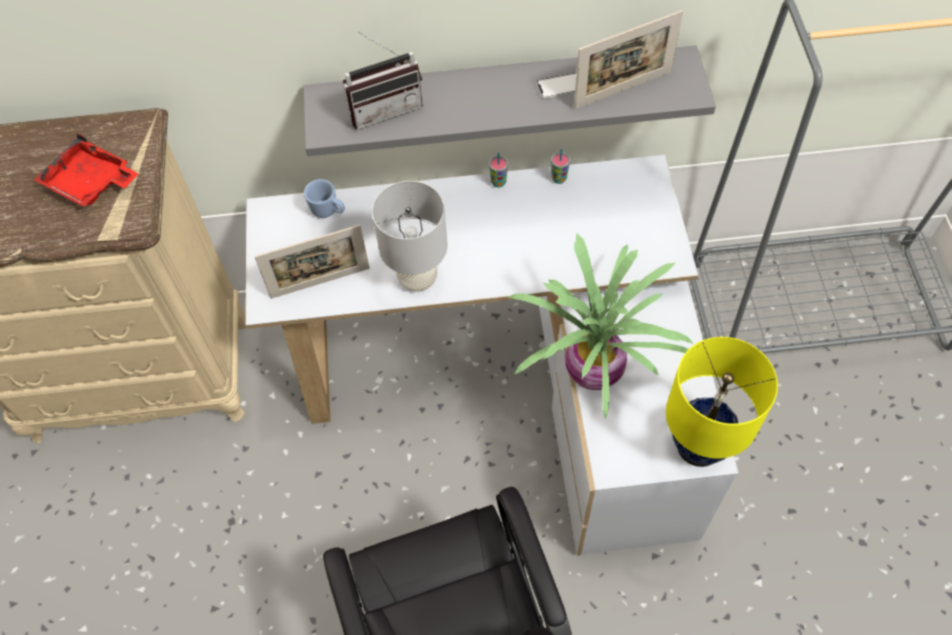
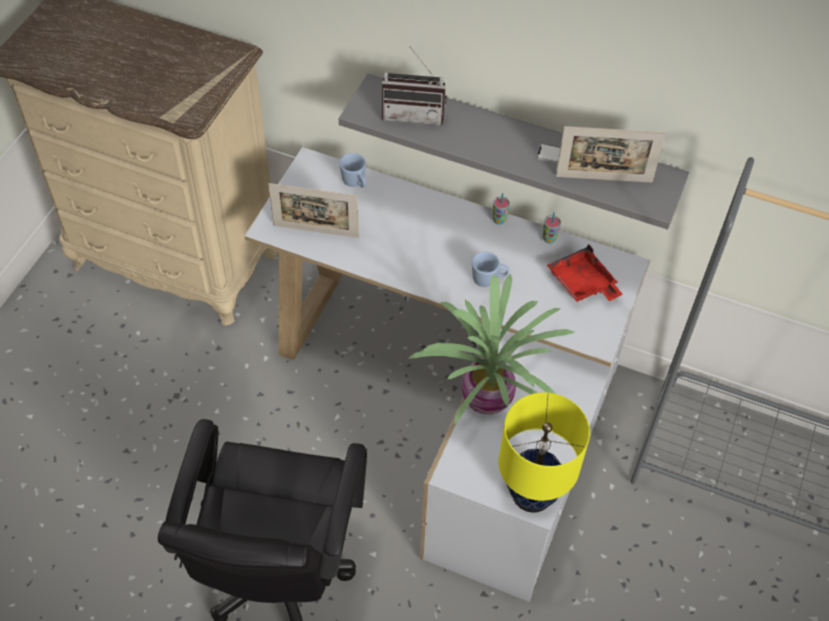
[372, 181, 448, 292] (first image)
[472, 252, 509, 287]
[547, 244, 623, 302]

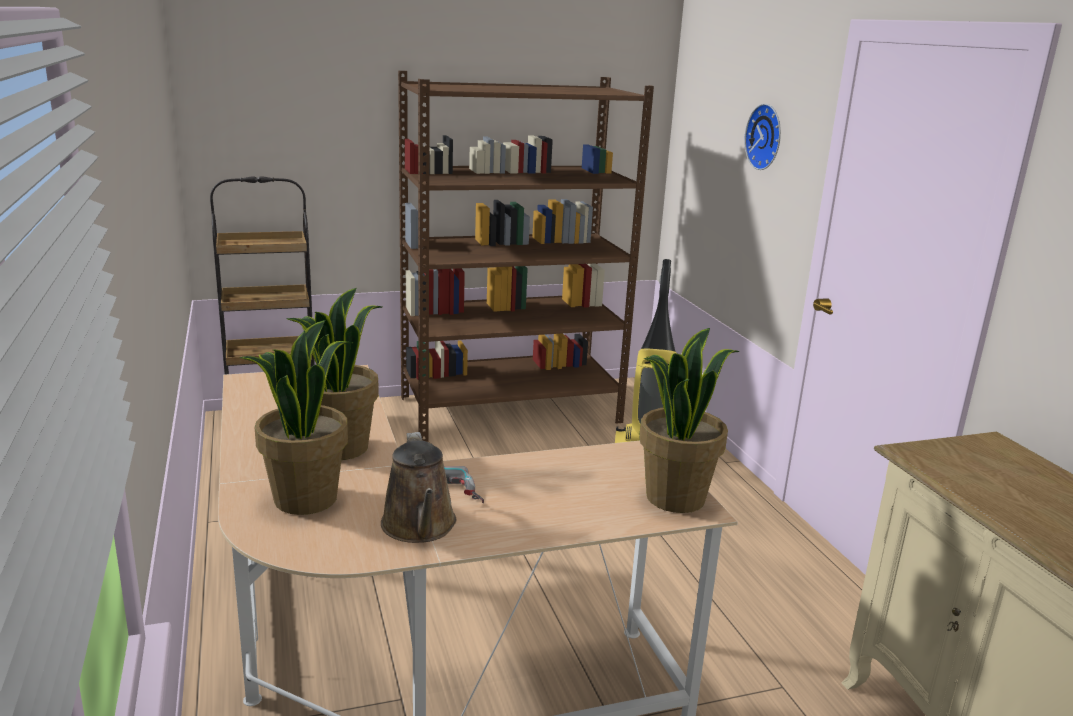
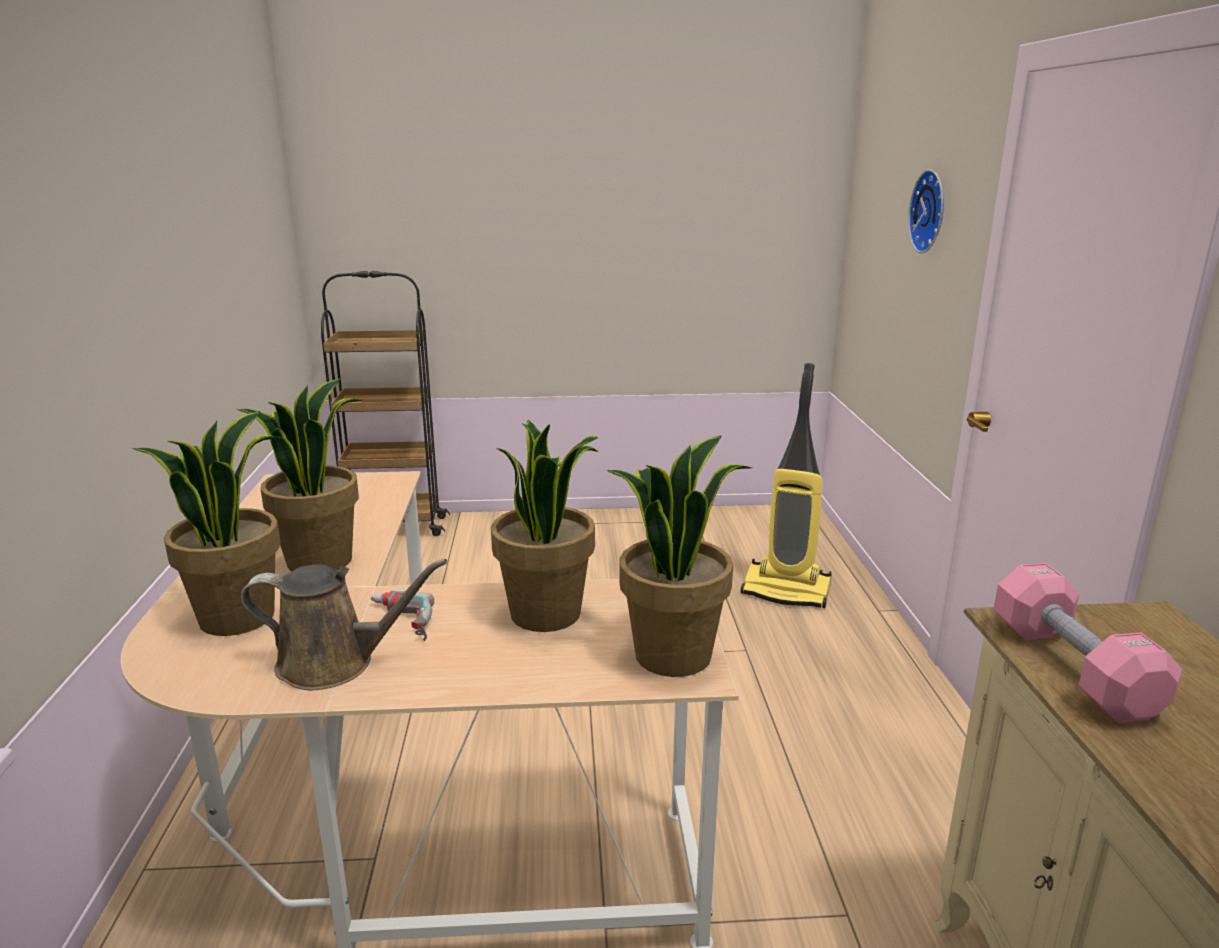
[398, 71, 654, 442] (first image)
[491, 420, 598, 632]
[994, 563, 1182, 723]
[240, 559, 447, 690]

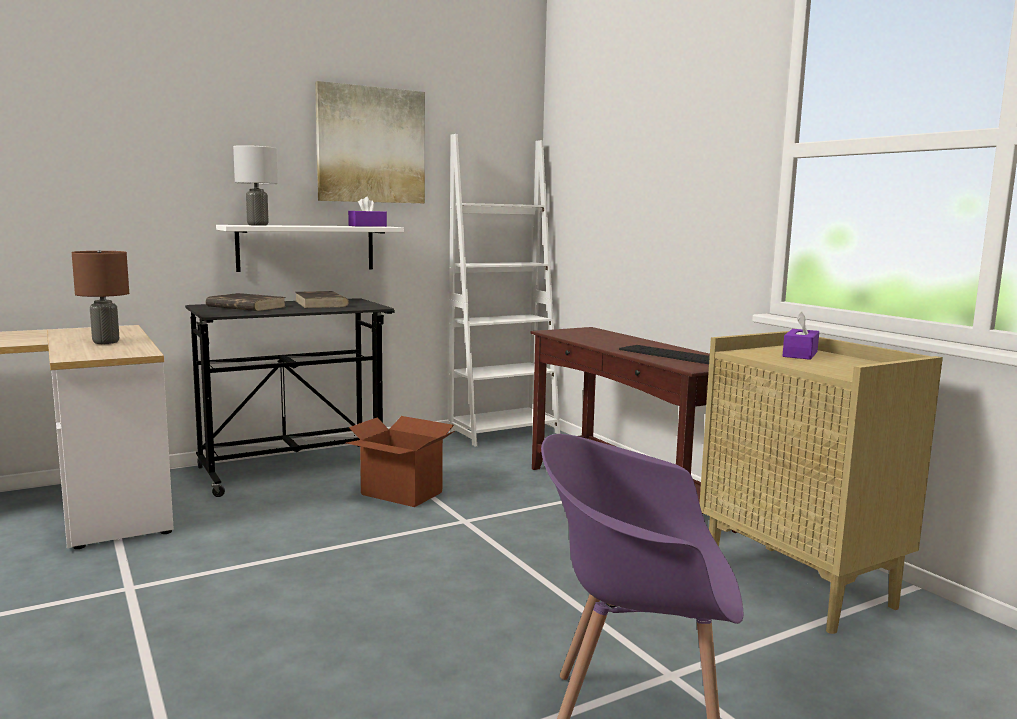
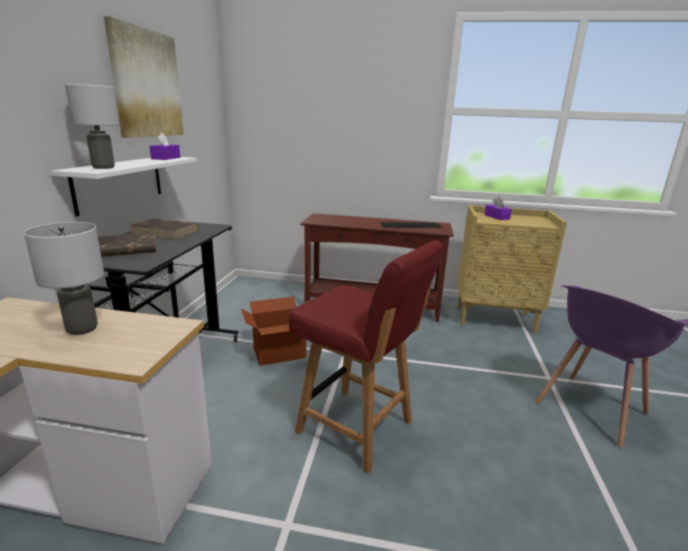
[449, 134, 560, 447] (first image)
[289, 240, 444, 473]
[24, 222, 104, 335]

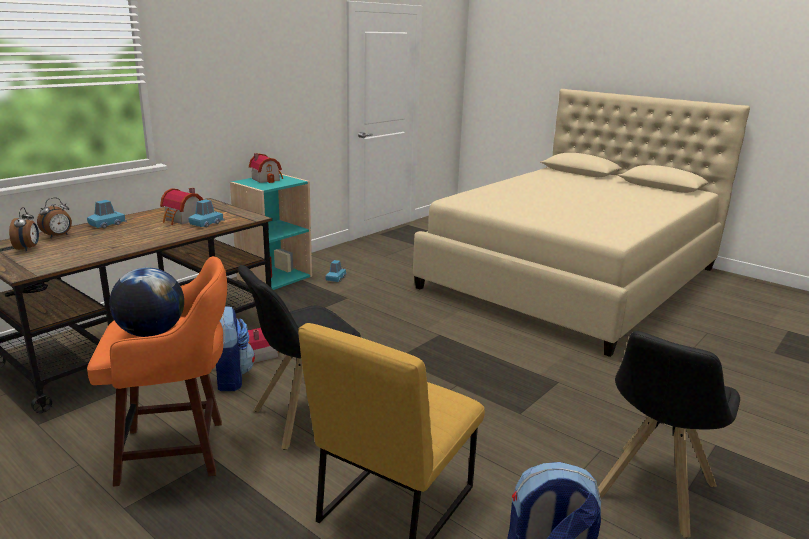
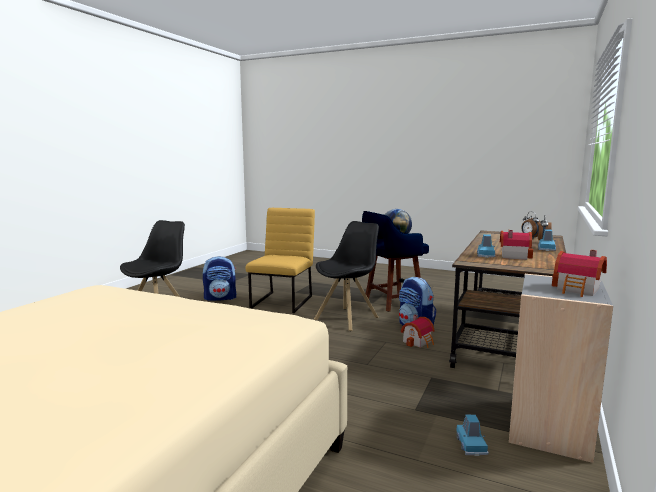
[362, 211, 429, 312]
[509, 274, 613, 463]

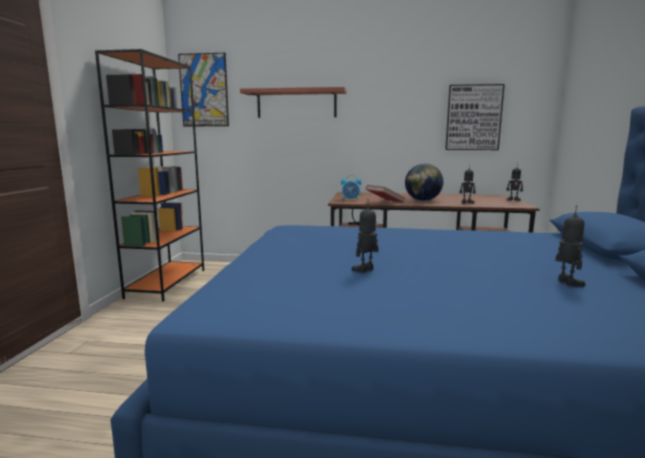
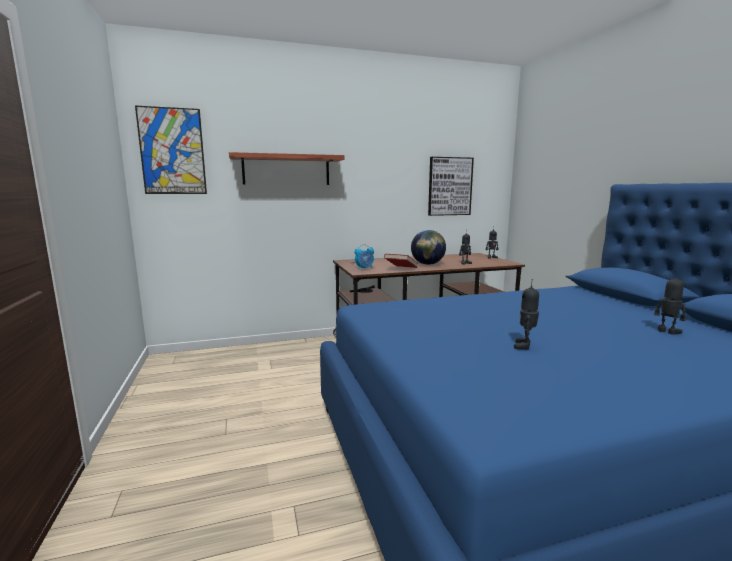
[95, 49, 204, 302] (first image)

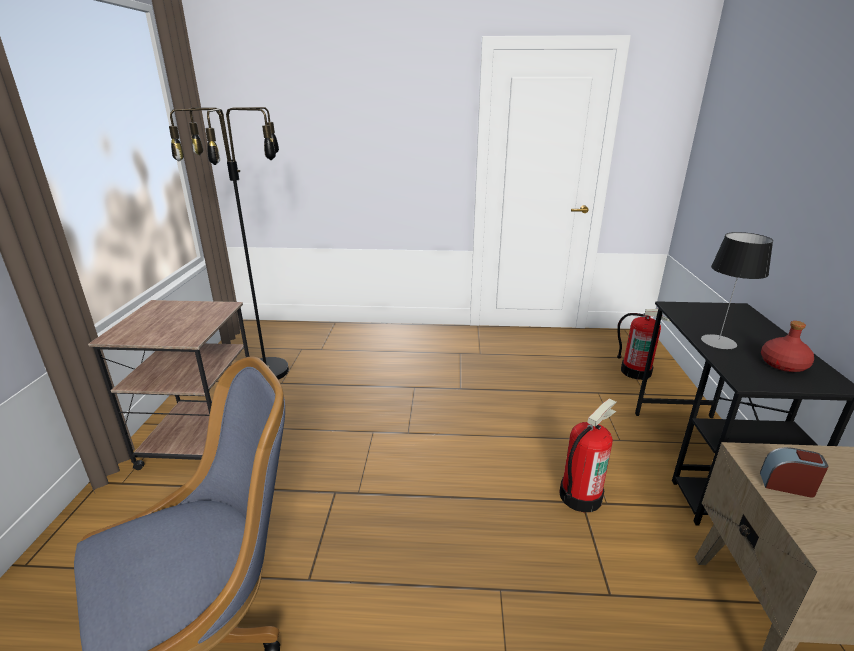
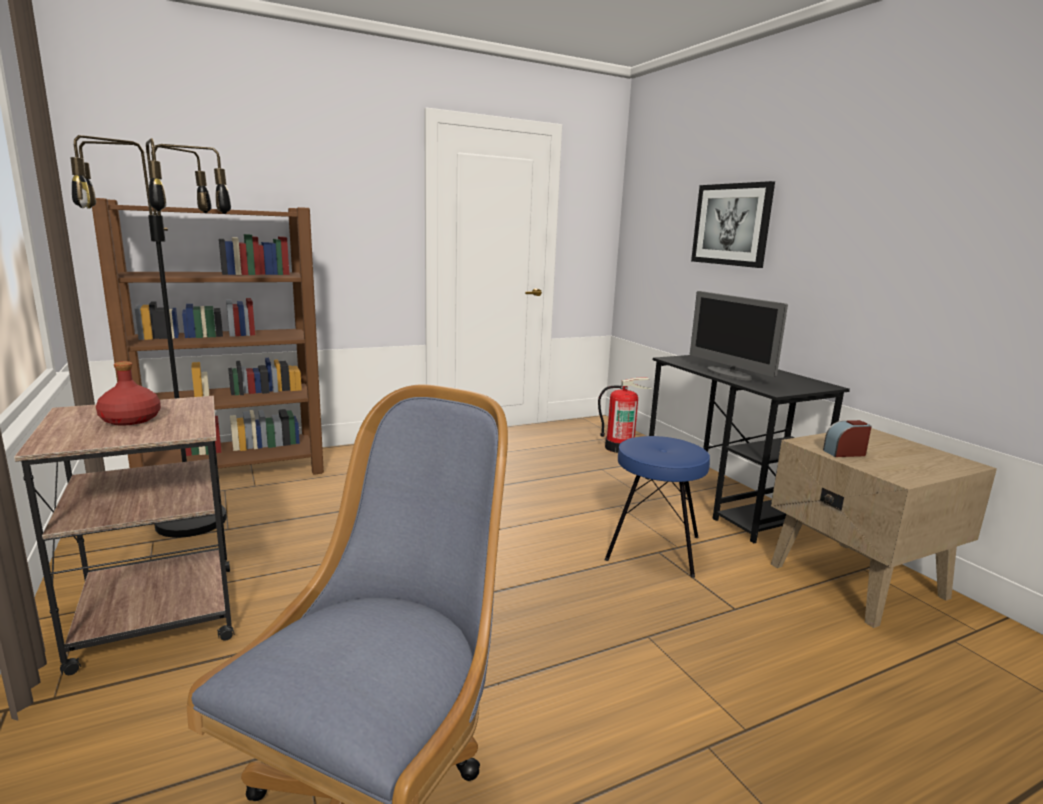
[92, 198, 324, 475]
[691, 181, 775, 268]
[96, 361, 161, 425]
[605, 436, 710, 578]
[690, 291, 788, 381]

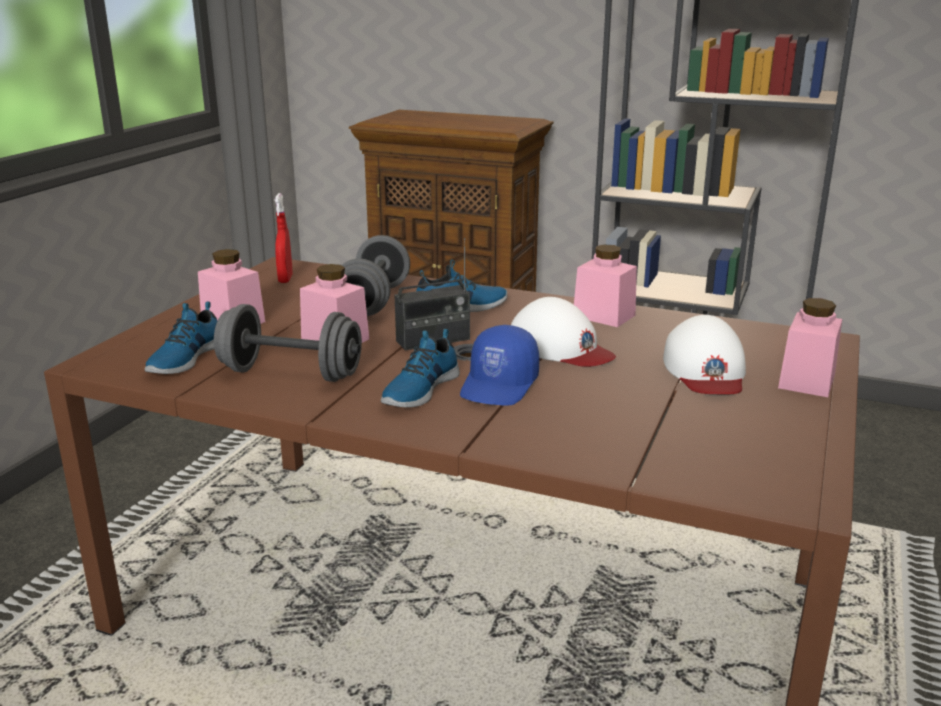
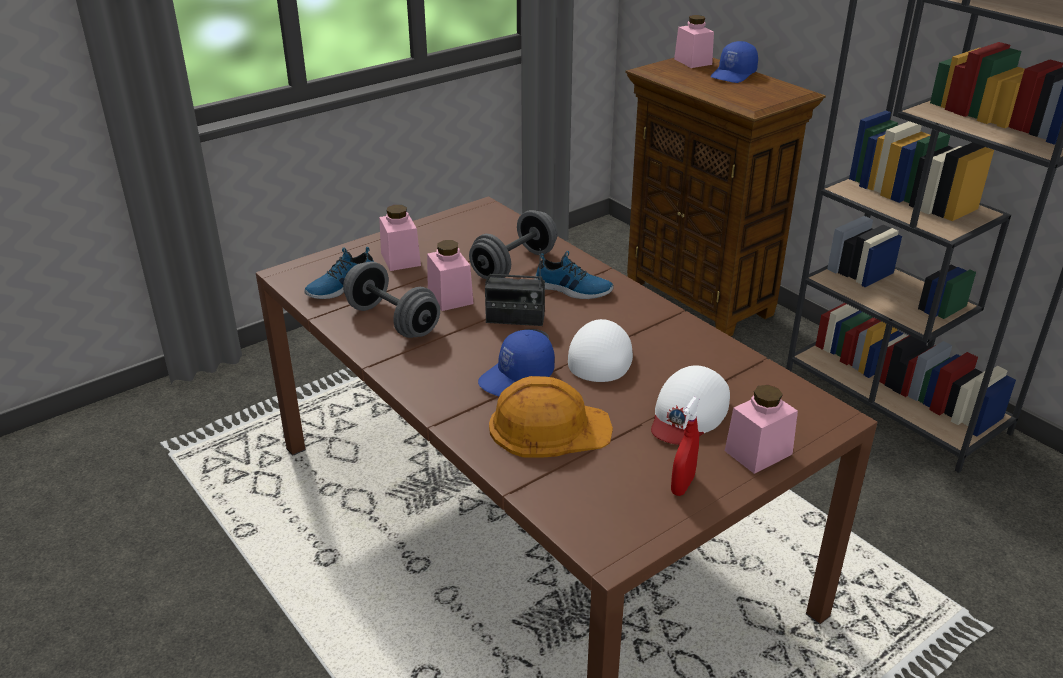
[381, 329, 460, 407] (first image)
[489, 376, 613, 458]
[711, 41, 758, 83]
[671, 397, 700, 496]
[674, 15, 714, 68]
[568, 319, 633, 382]

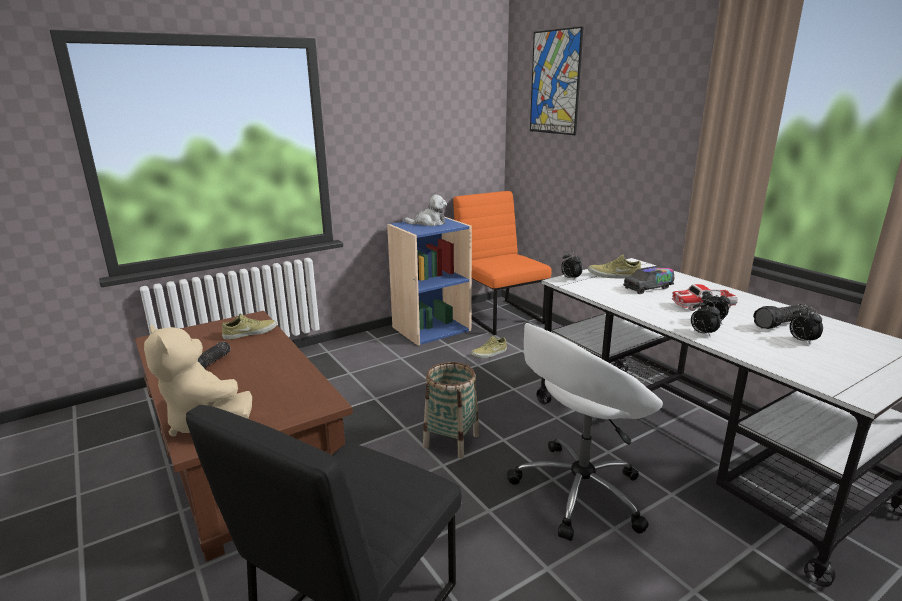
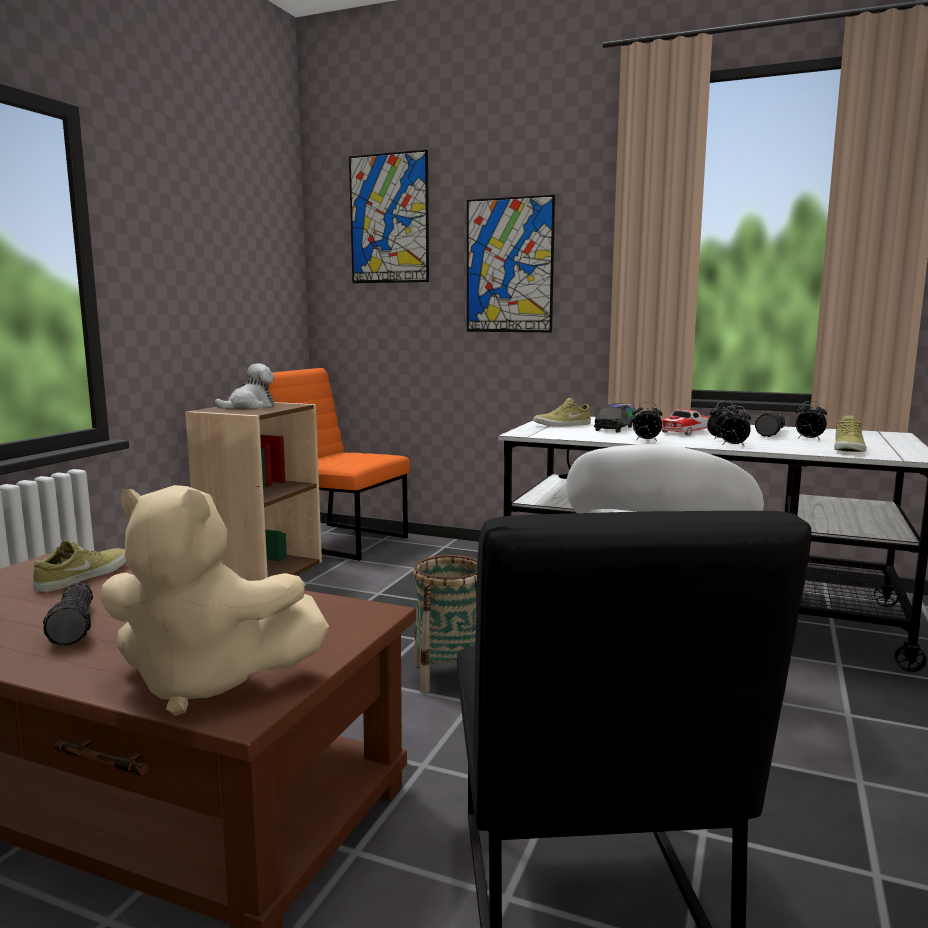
[467, 195, 555, 332]
[834, 415, 867, 452]
[632, 402, 662, 441]
[185, 402, 322, 581]

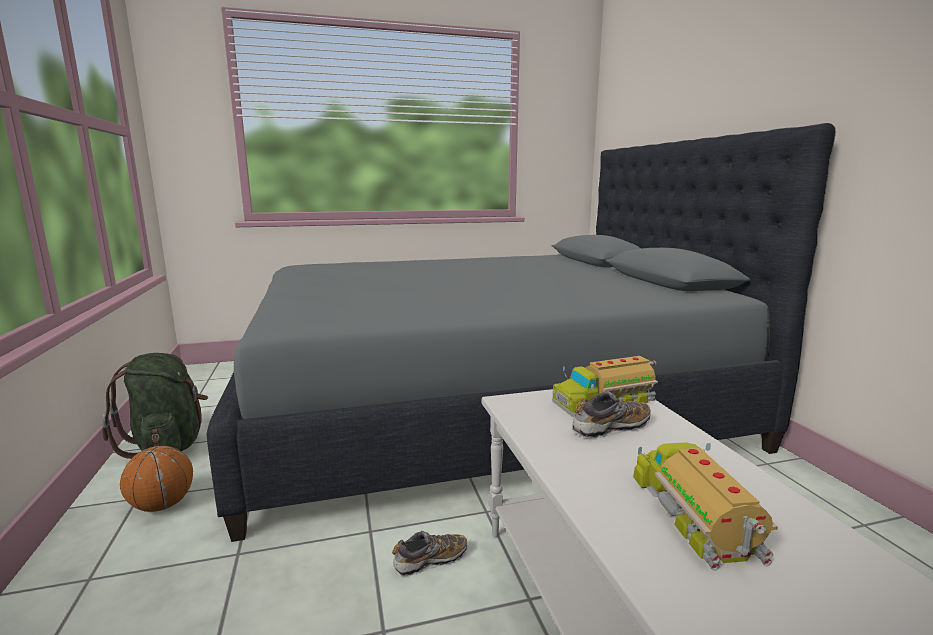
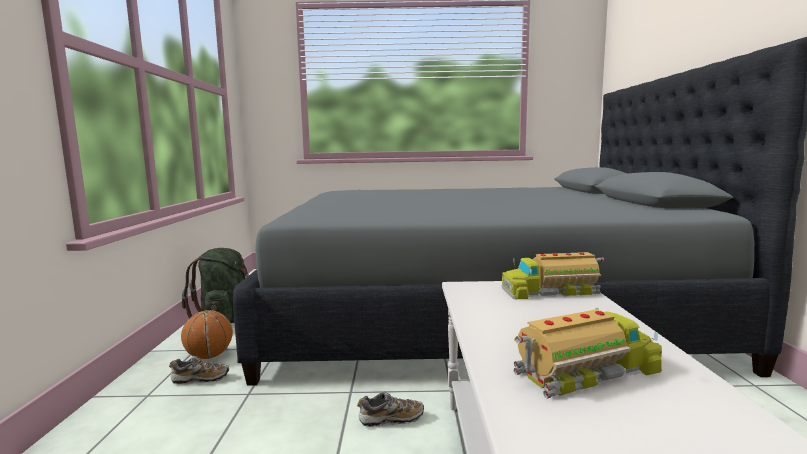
[169, 356, 229, 385]
[514, 308, 662, 398]

